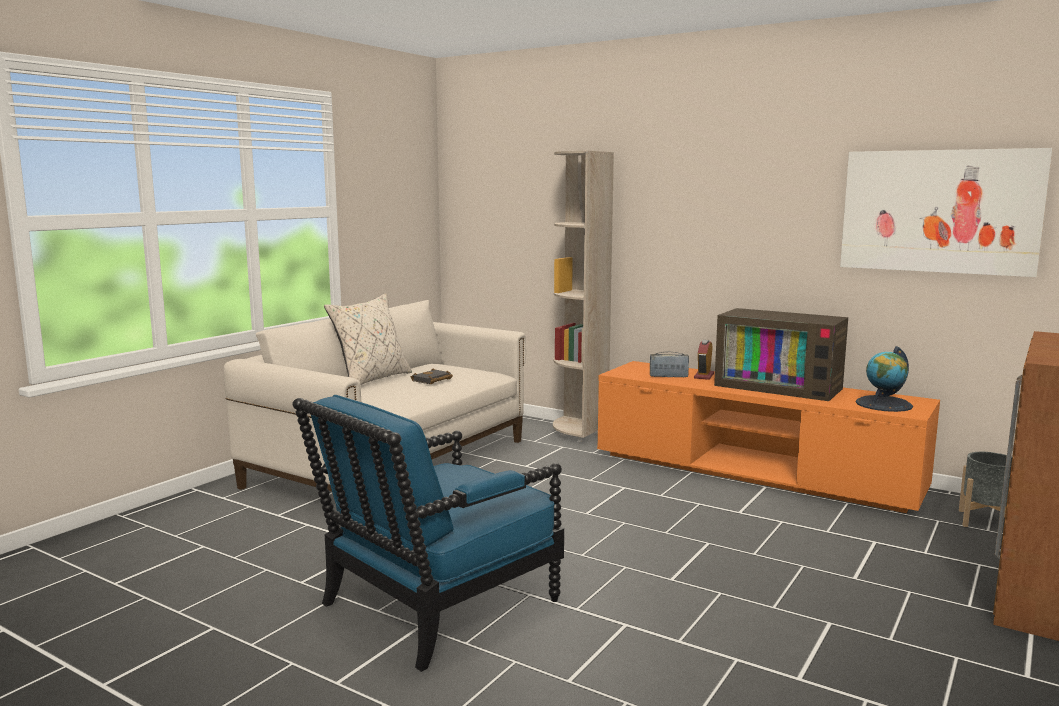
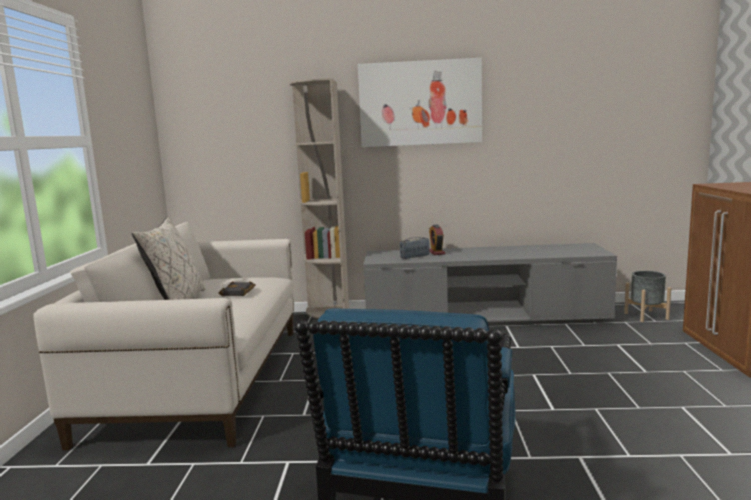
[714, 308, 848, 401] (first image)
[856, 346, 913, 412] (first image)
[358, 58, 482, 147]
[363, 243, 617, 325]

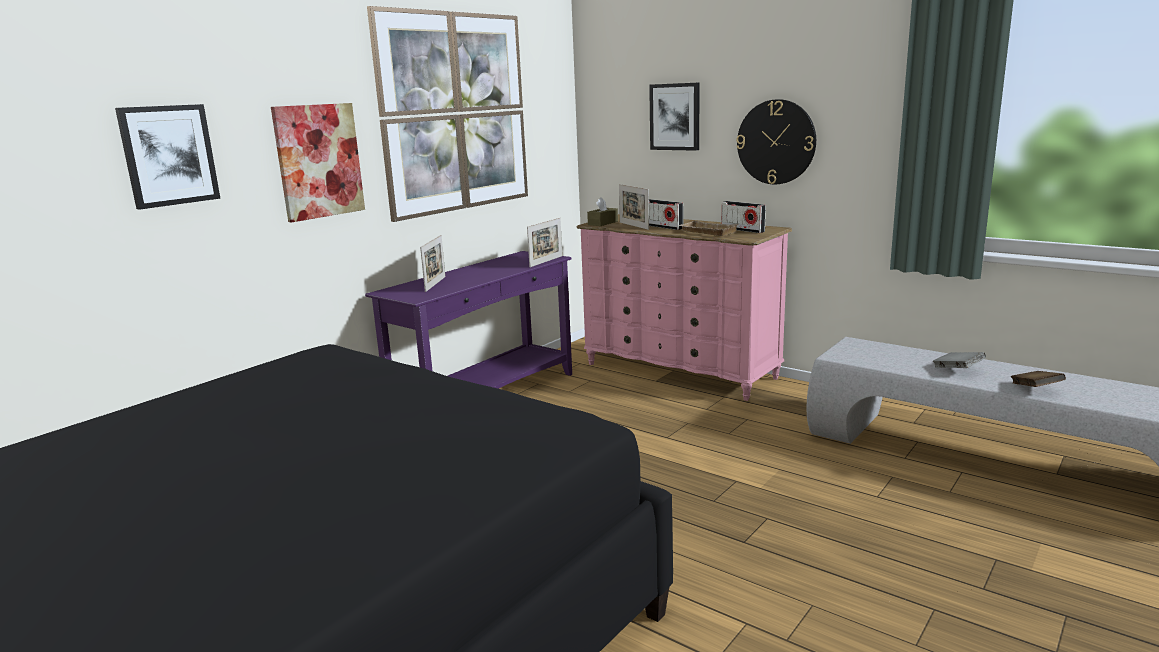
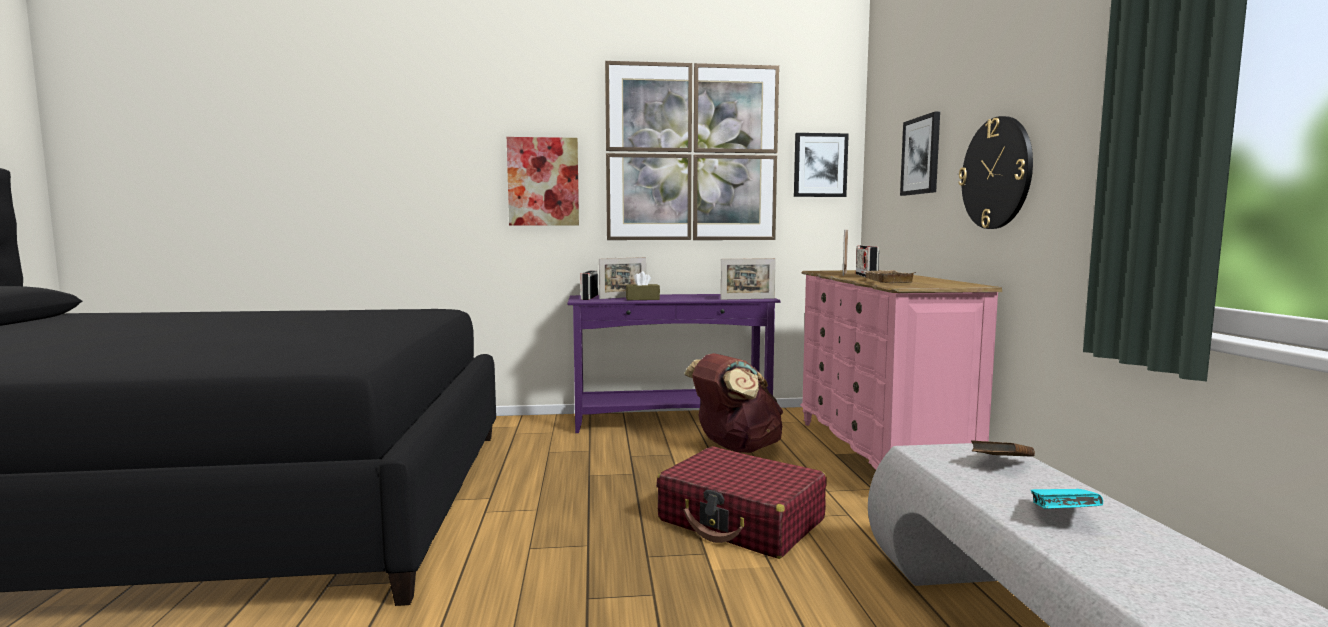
[656, 446, 827, 559]
[684, 353, 783, 453]
[794, 133, 849, 197]
[626, 271, 660, 300]
[580, 270, 598, 300]
[971, 440, 1035, 457]
[1030, 489, 1103, 509]

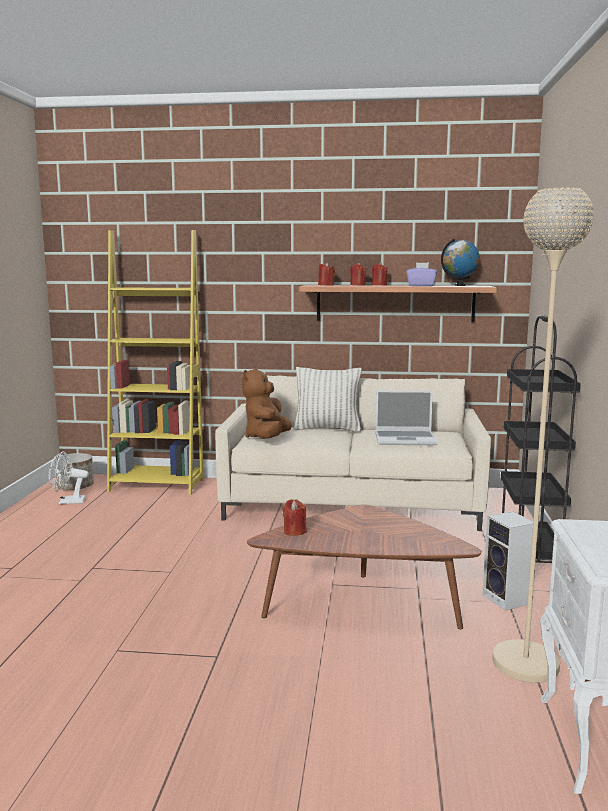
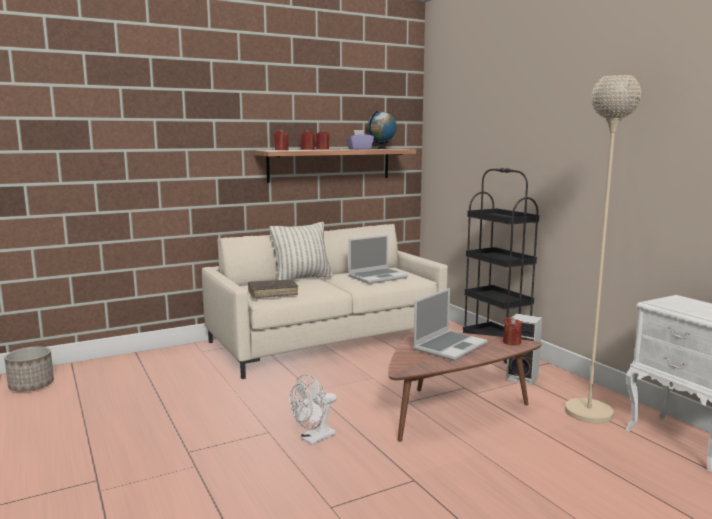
[107, 230, 204, 495] (first image)
[413, 288, 488, 361]
[289, 374, 337, 445]
[503, 317, 522, 346]
[248, 279, 298, 299]

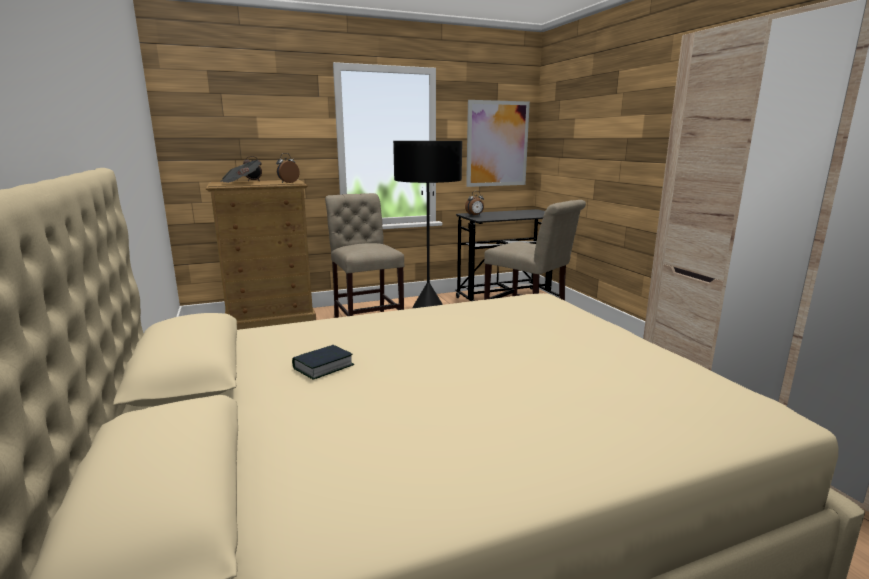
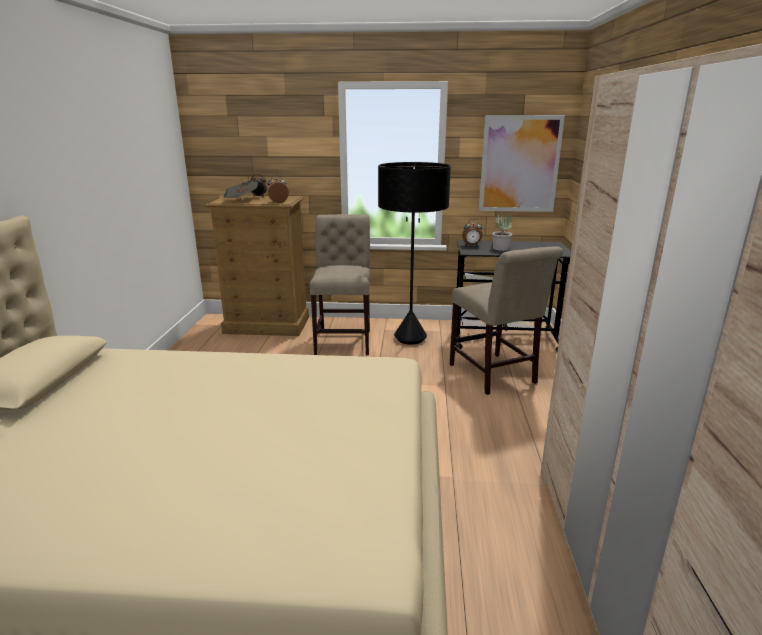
[292, 345, 354, 380] (first image)
[492, 214, 513, 251]

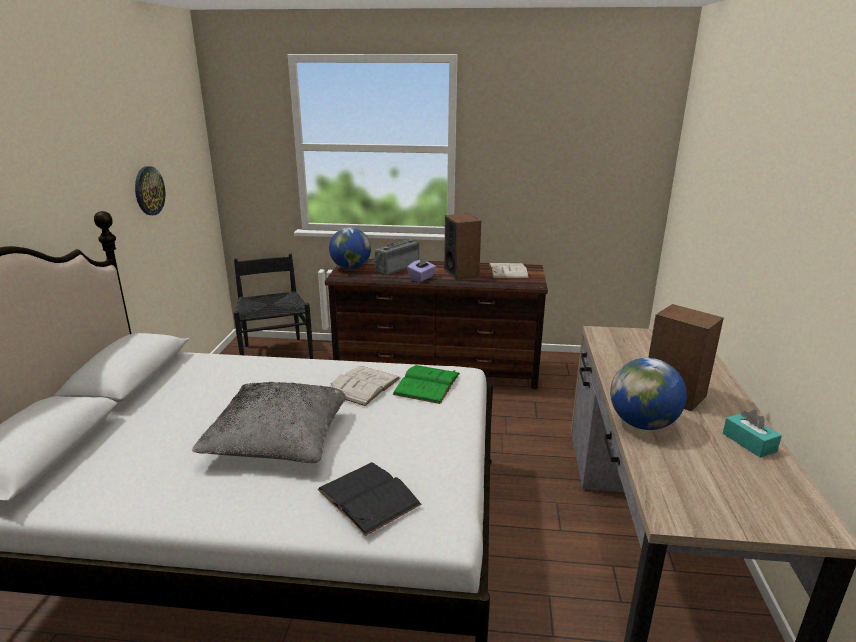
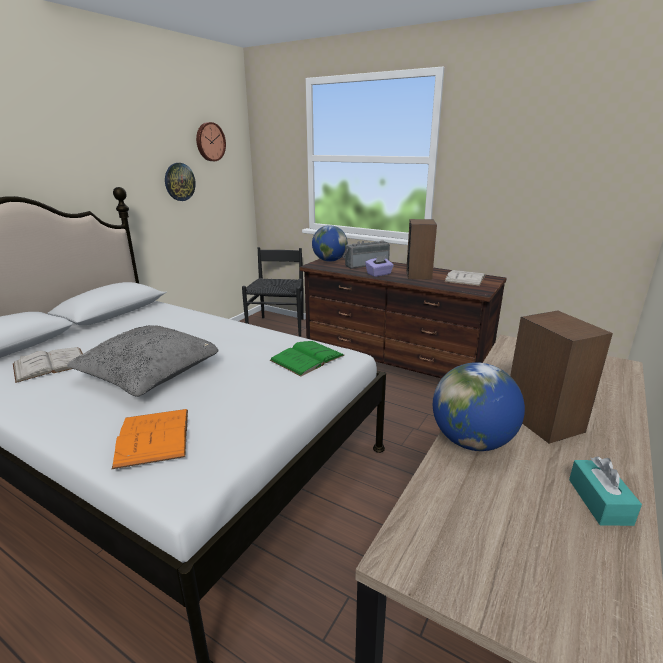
[196, 122, 226, 161]
[13, 347, 83, 383]
[112, 409, 188, 469]

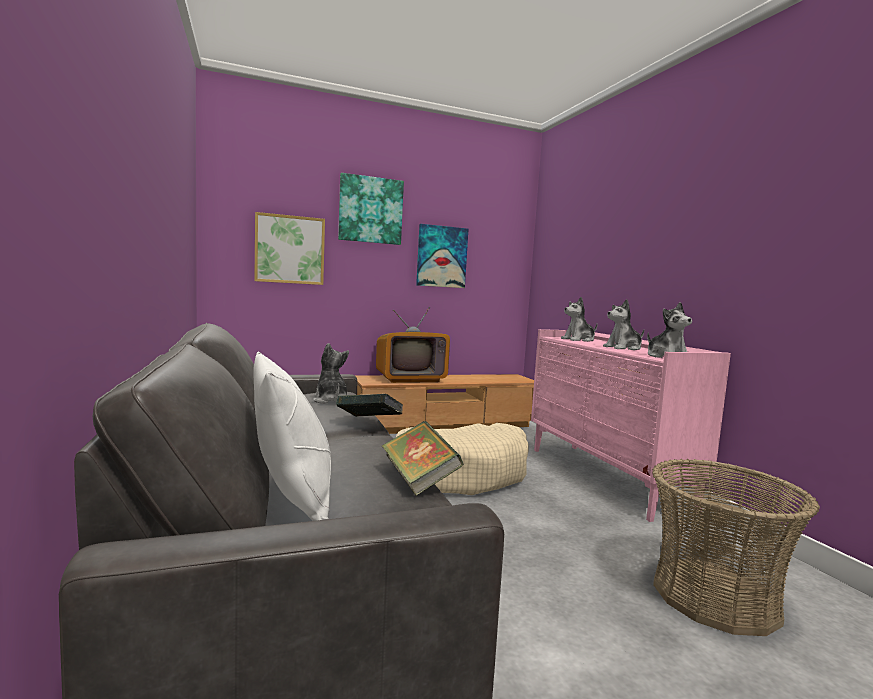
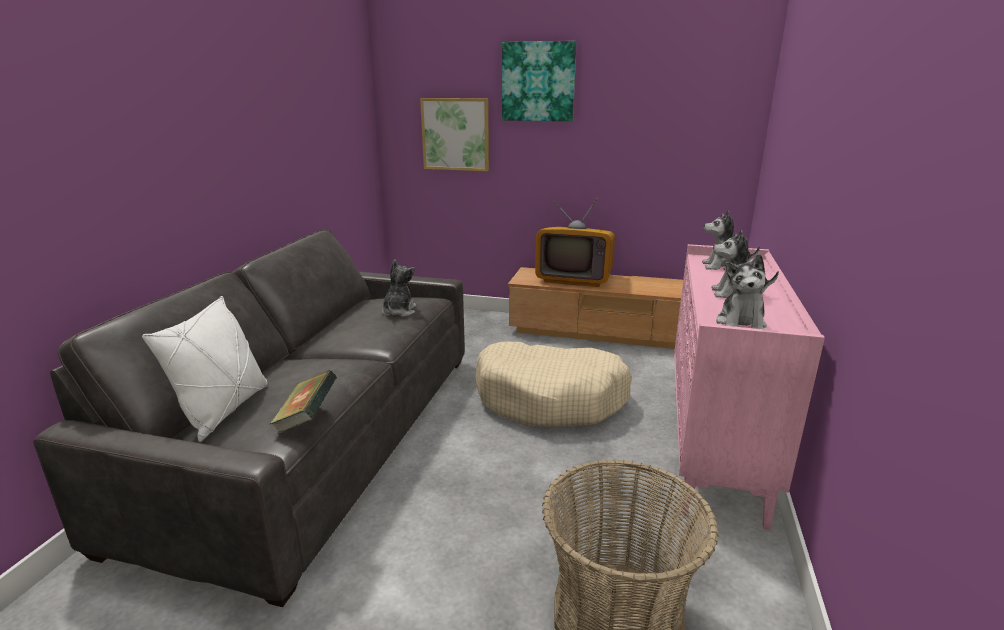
[336, 394, 403, 417] (first image)
[416, 224, 468, 288] (first image)

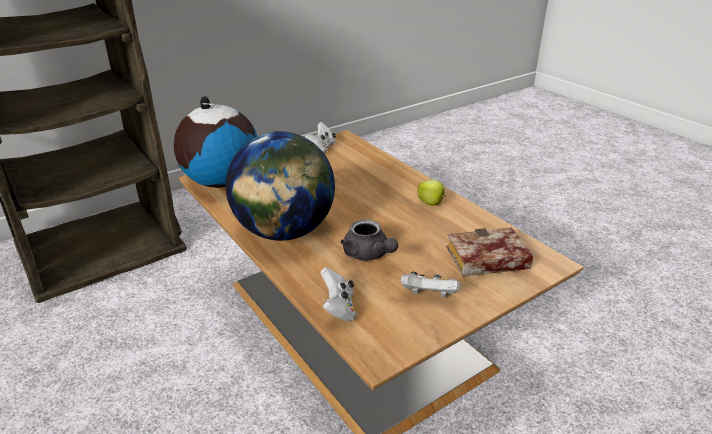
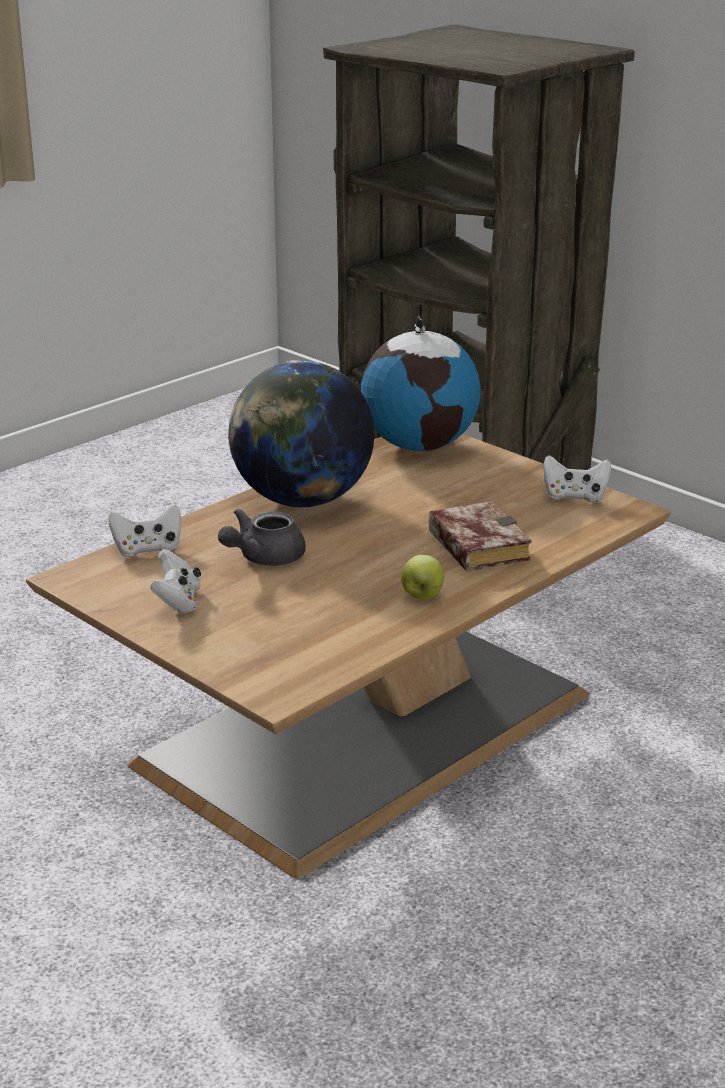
[429, 501, 532, 572]

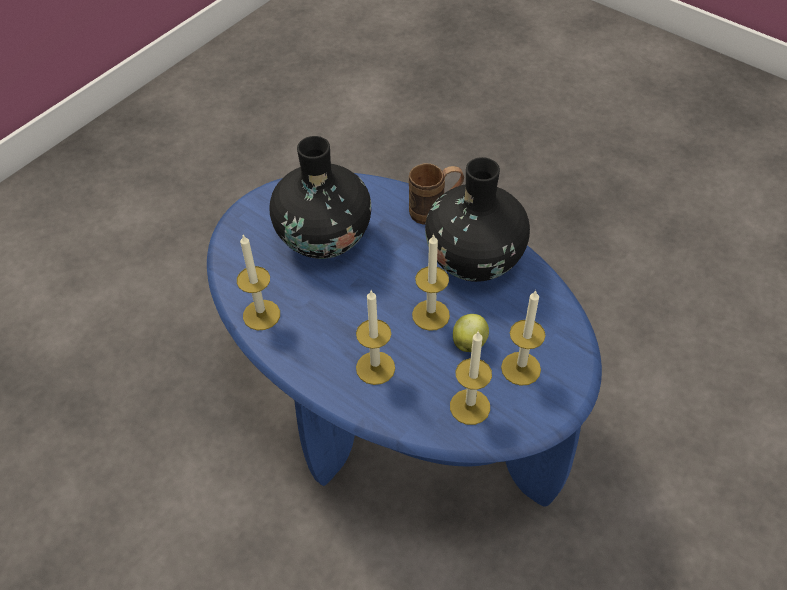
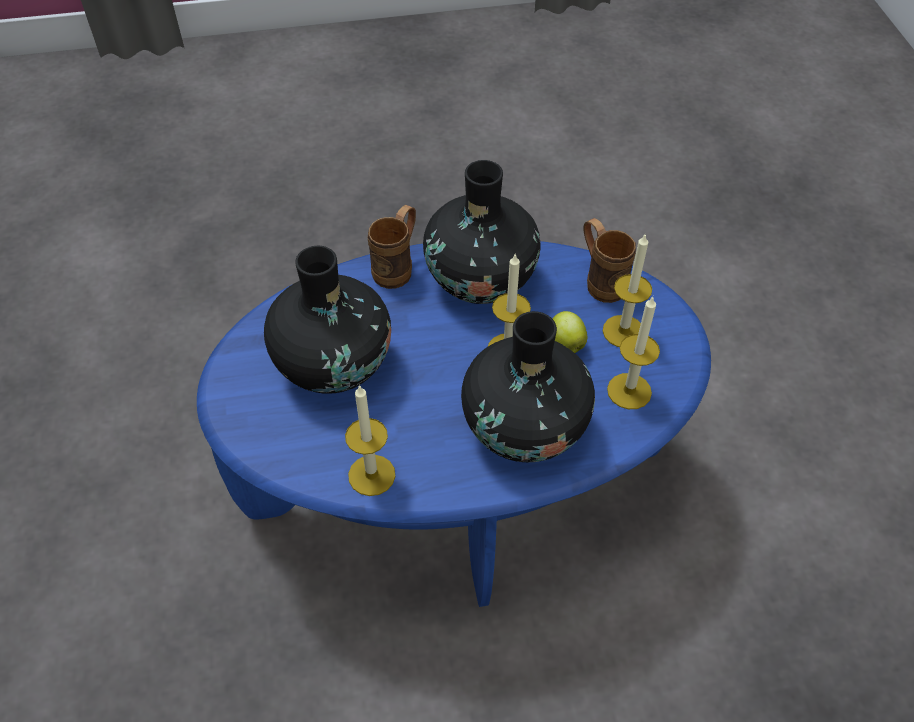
[583, 218, 636, 303]
[461, 311, 595, 462]

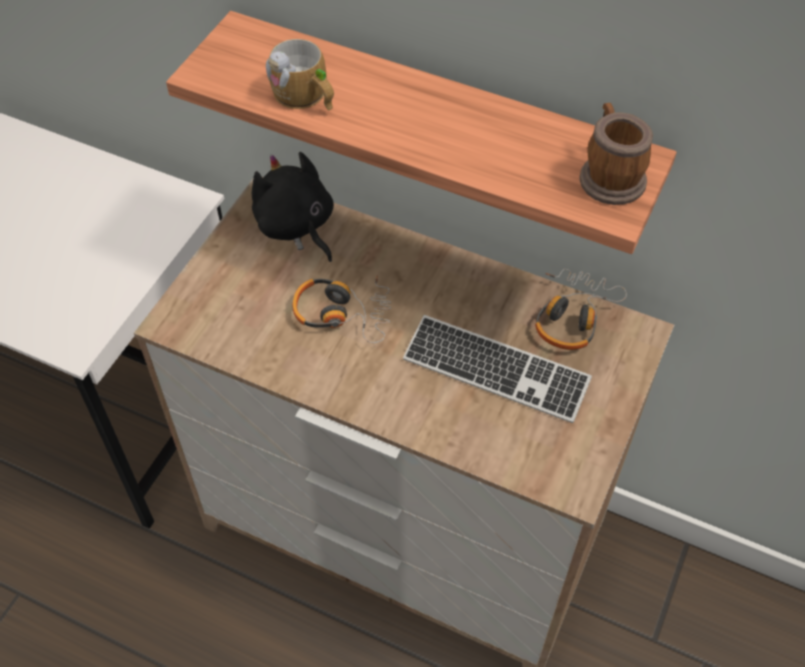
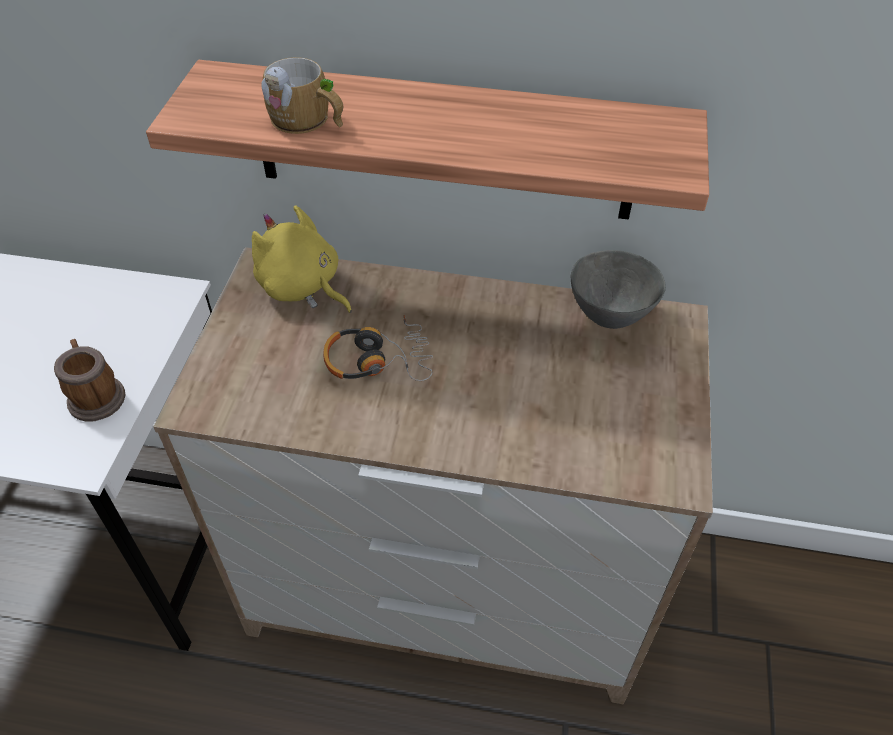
[403, 315, 592, 423] (first image)
[54, 339, 125, 422]
[571, 250, 666, 329]
[252, 205, 352, 313]

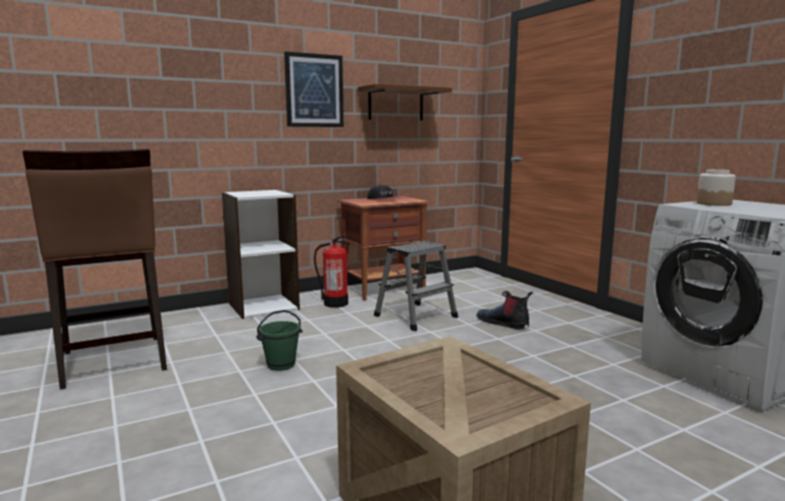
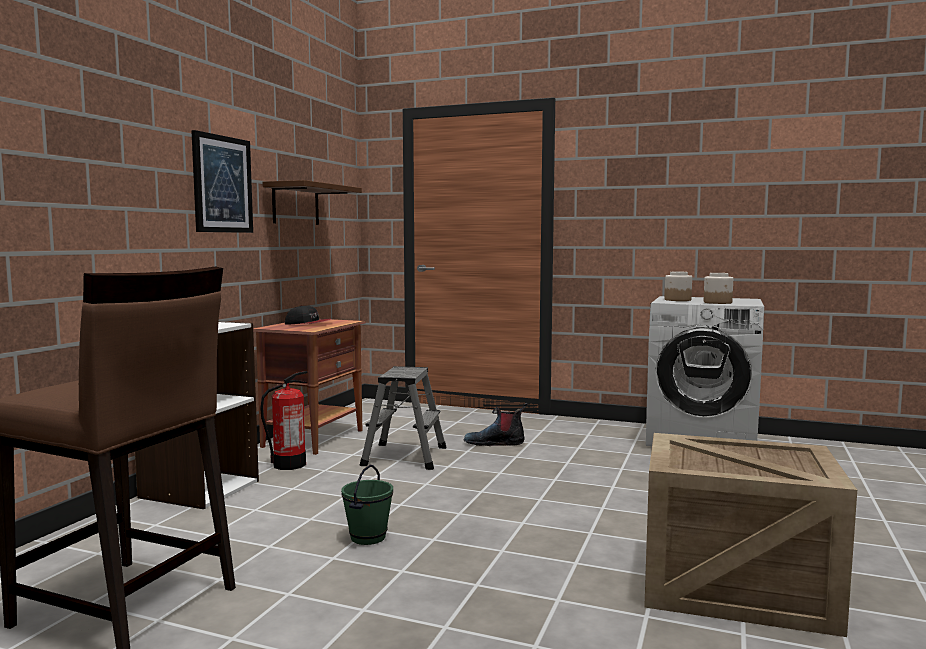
[704, 273, 733, 304]

